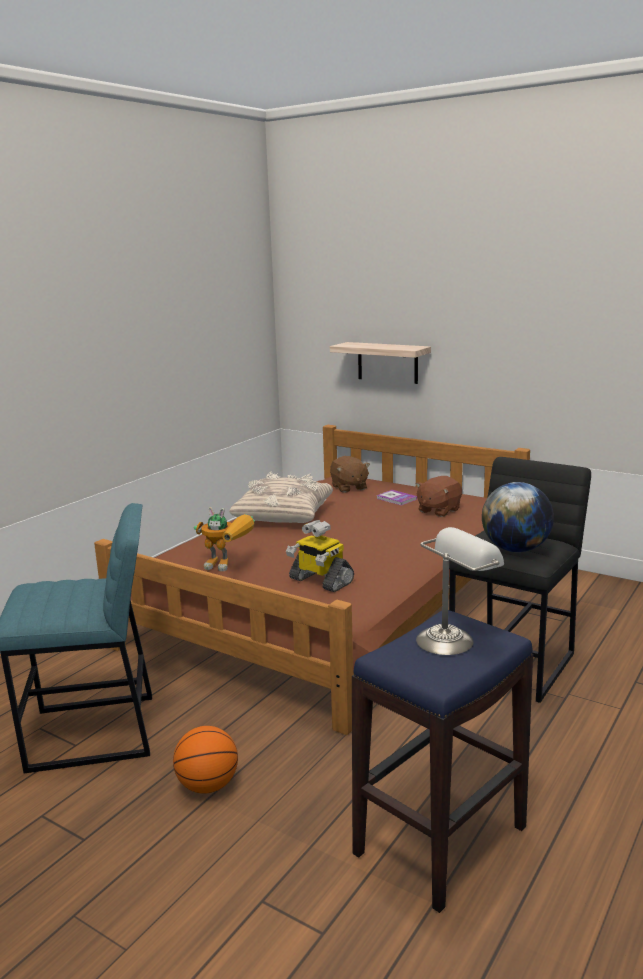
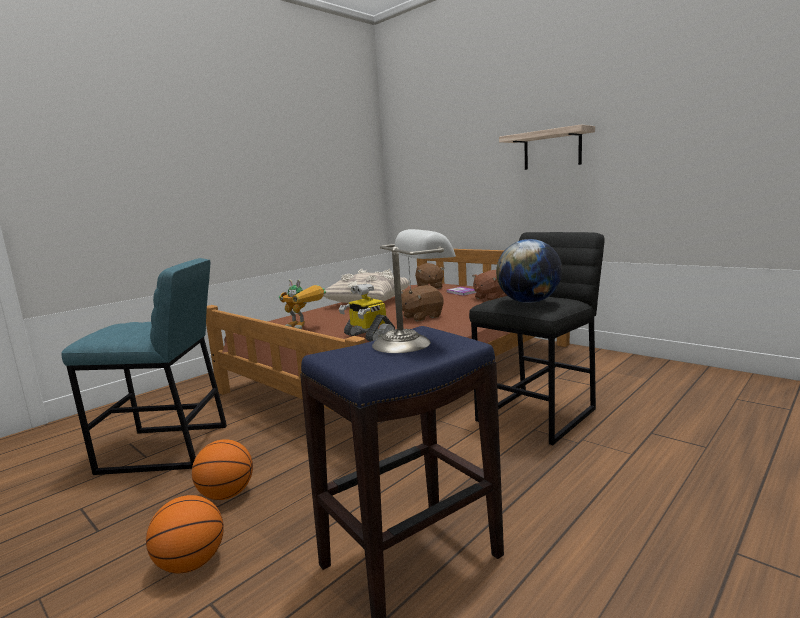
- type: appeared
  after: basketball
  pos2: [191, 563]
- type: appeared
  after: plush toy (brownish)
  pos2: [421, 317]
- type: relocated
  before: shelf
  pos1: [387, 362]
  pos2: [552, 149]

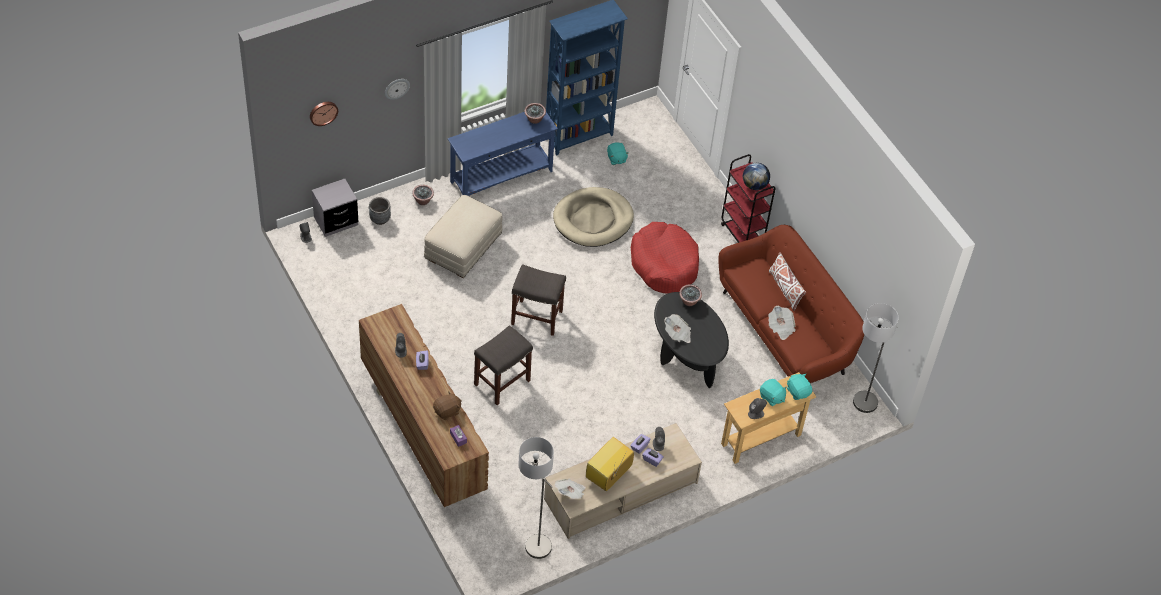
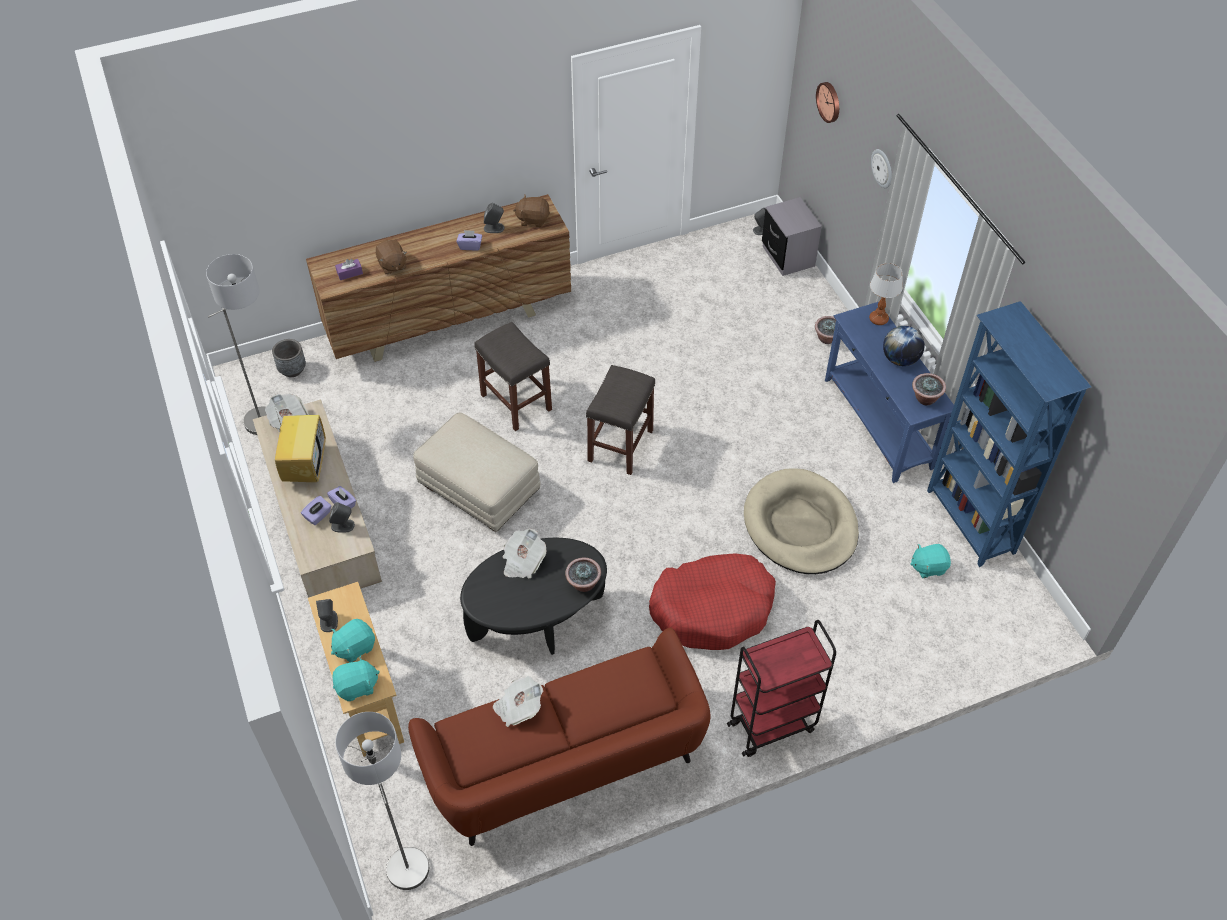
- type: missing
  before: cushion (whitish)
  pos1: [785, 289]
- type: appeared
  after: plush toy (brownish)
  pos2: [533, 219]
- type: appeared
  after: lamp for a table
  pos2: [878, 319]
- type: relocated
  before: planter (grey)
  pos1: [380, 219]
  pos2: [292, 370]
- type: relocated
  before: footrest (beige)
  pos1: [463, 249]
  pos2: [479, 489]
- type: relocated
  before: globe
  pos1: [754, 185]
  pos2: [900, 359]
- type: spun
  before: TV
  pos1: [608, 476]
  pos2: [304, 464]
  turn: 45

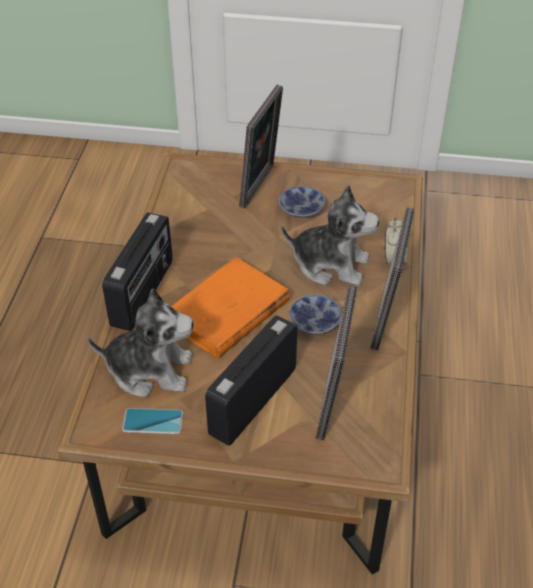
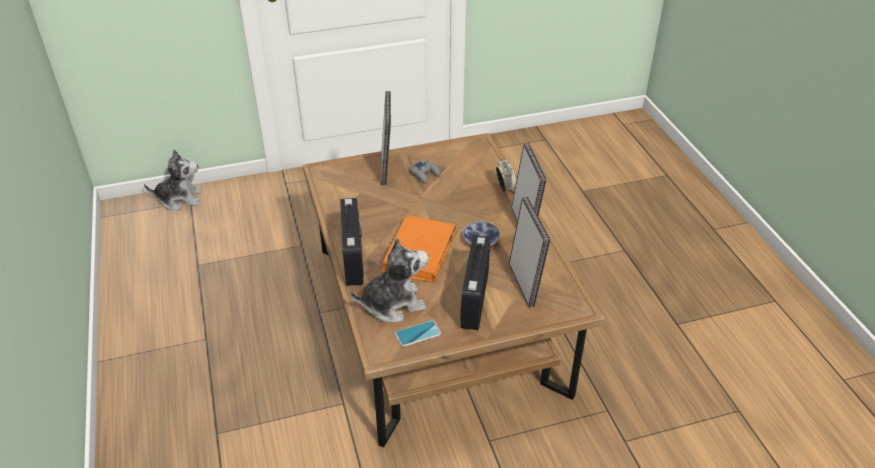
- type: relocated
  before: plush toy
  pos1: [330, 264]
  pos2: [180, 199]
- type: exchanged
  before: deep dish
  after: game controller (grey)
  pos1: [303, 208]
  pos2: [425, 174]

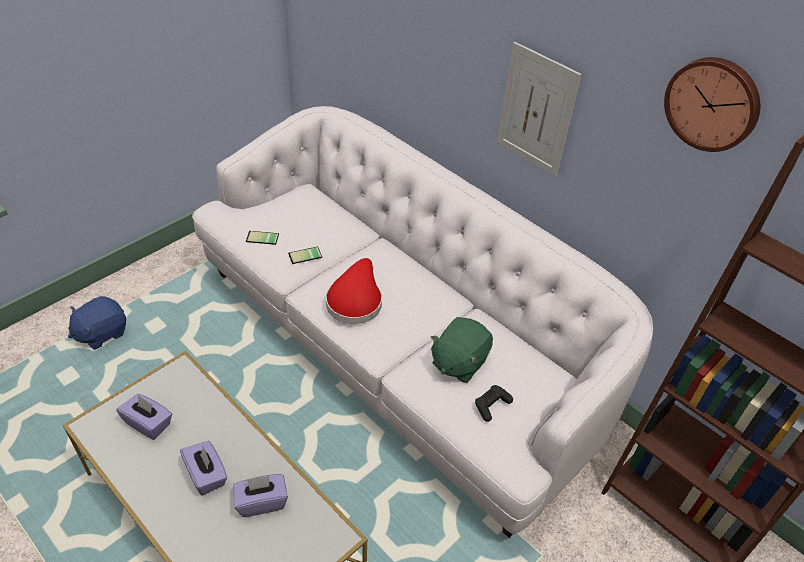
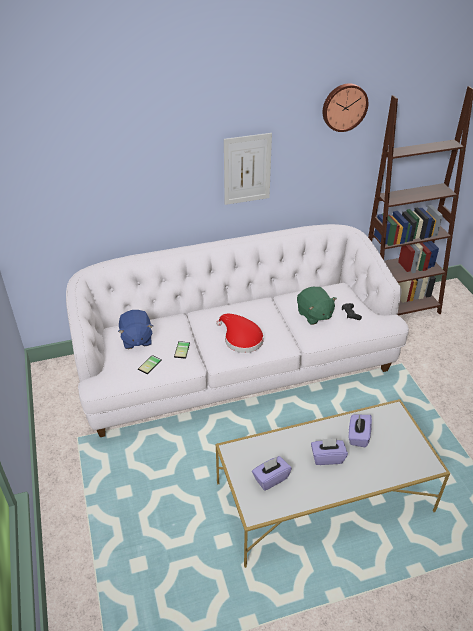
- type: relocated
  before: plush toy (blue)
  pos1: [101, 333]
  pos2: [136, 339]

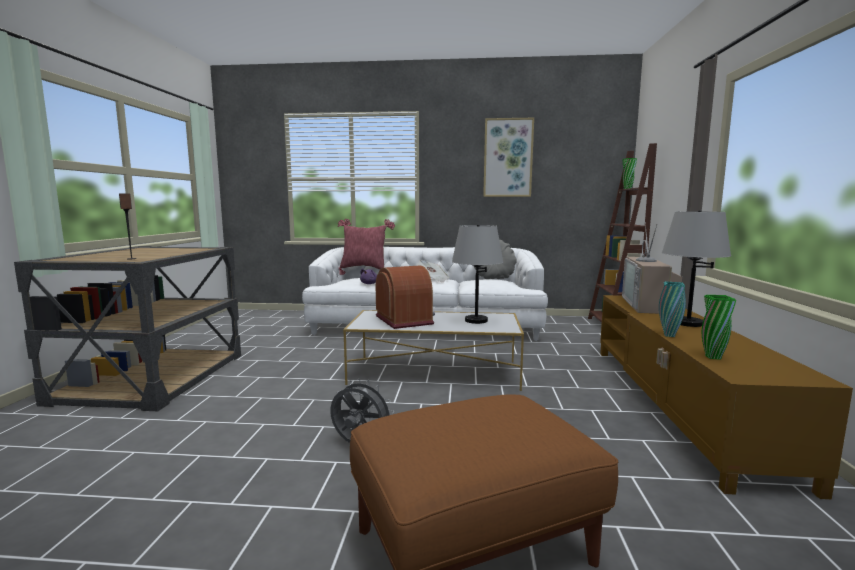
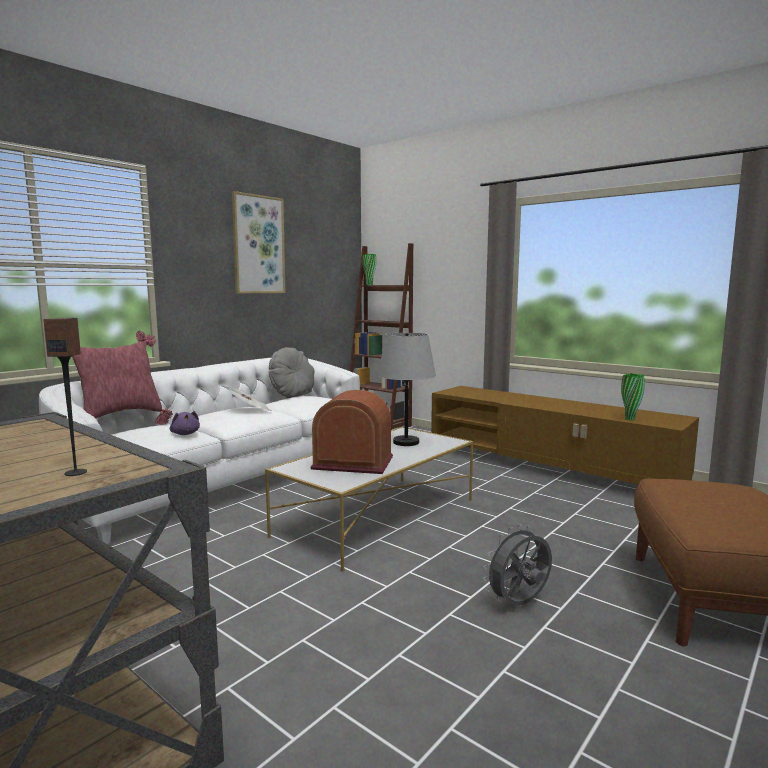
- type: missing
  before: TV
  pos1: [648, 305]
- type: missing
  before: flower vase (blue-green)
  pos1: [669, 335]
- type: missing
  before: lamp for a table (grey)
  pos1: [688, 323]

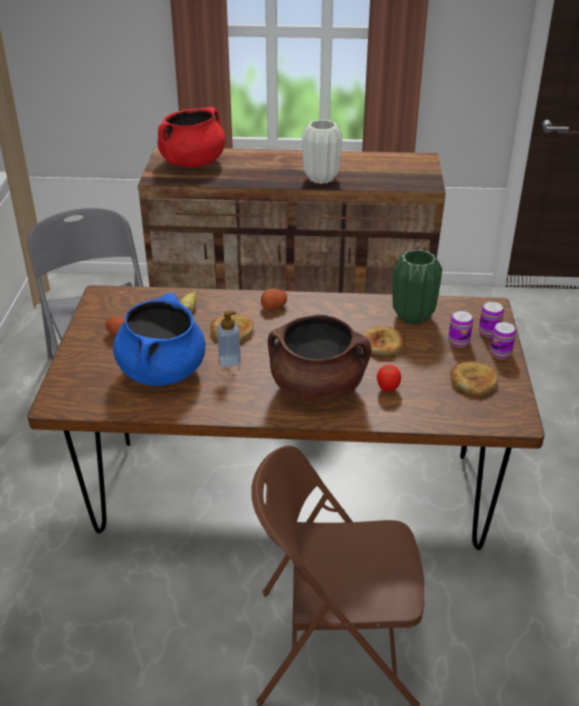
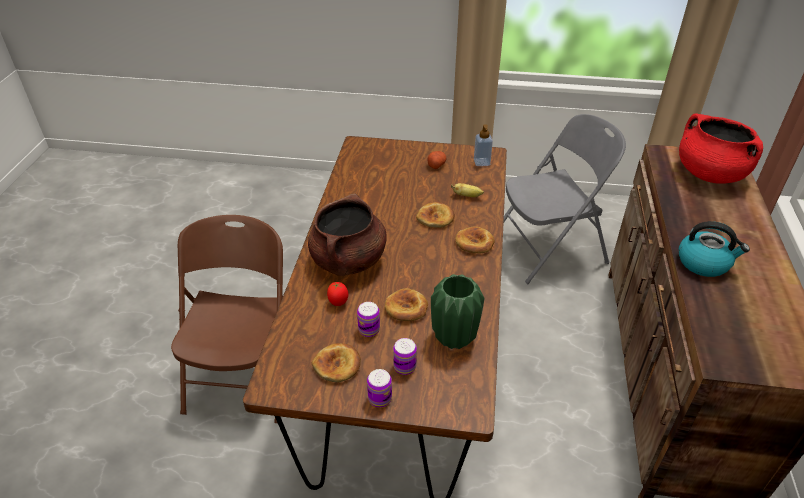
- type: missing
  before: stockpot (blue)
  pos1: [162, 371]
- type: relocated
  before: soap dispenser
  pos1: [229, 361]
  pos2: [481, 162]
- type: relocated
  before: can
  pos1: [489, 332]
  pos2: [369, 329]
- type: exchanged
  before: potato
  after: bread
  pos1: [274, 306]
  pos2: [474, 243]
- type: exchanged
  before: flower vase (whitish)
  after: water kettle
  pos1: [320, 178]
  pos2: [704, 263]

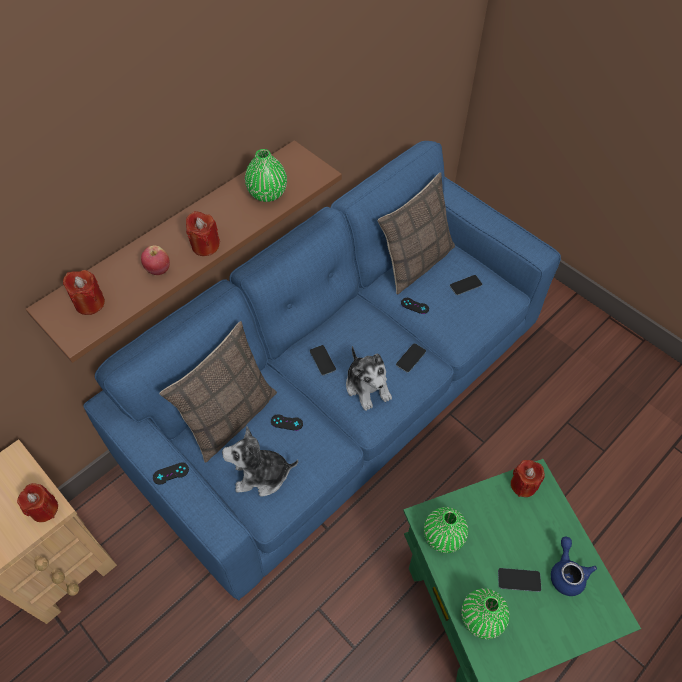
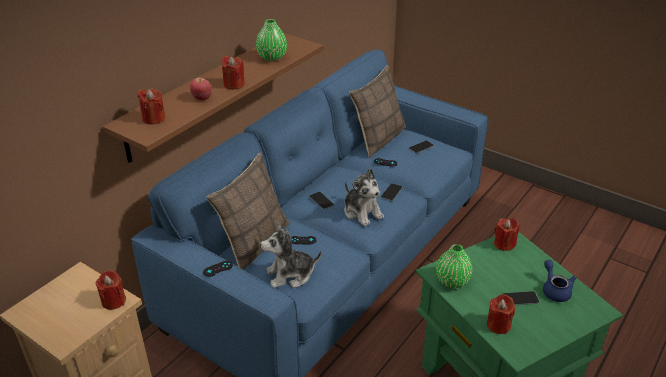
- type: exchanged
  before: flower vase (green-coloured)
  after: candle (red-coloured)
  pos1: [481, 618]
  pos2: [498, 325]

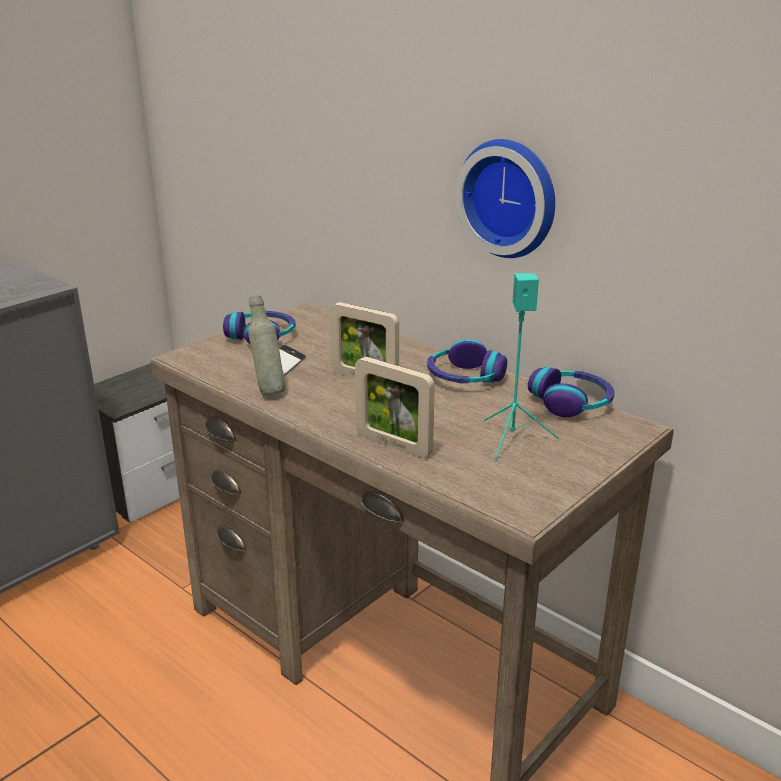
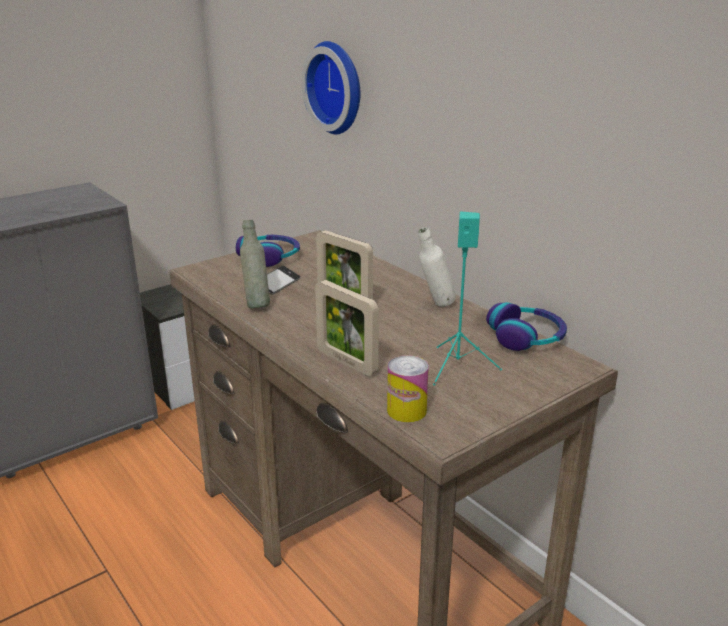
- type: appeared
  after: can
  pos2: [406, 411]
- type: relocated
  before: hanging clock
  pos1: [510, 197]
  pos2: [337, 87]
- type: exchanged
  before: pair of headphones
  after: beverage bottle (whitish)
  pos1: [464, 377]
  pos2: [435, 306]

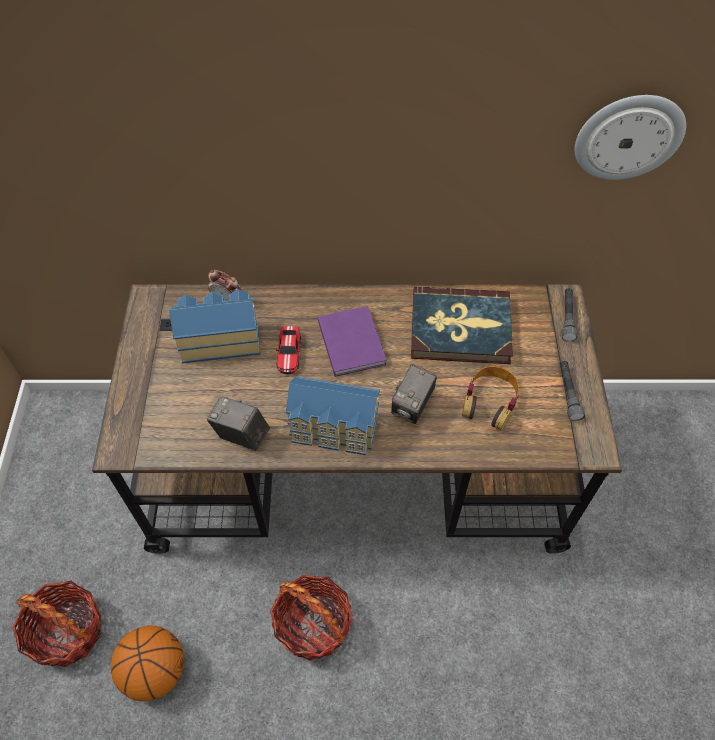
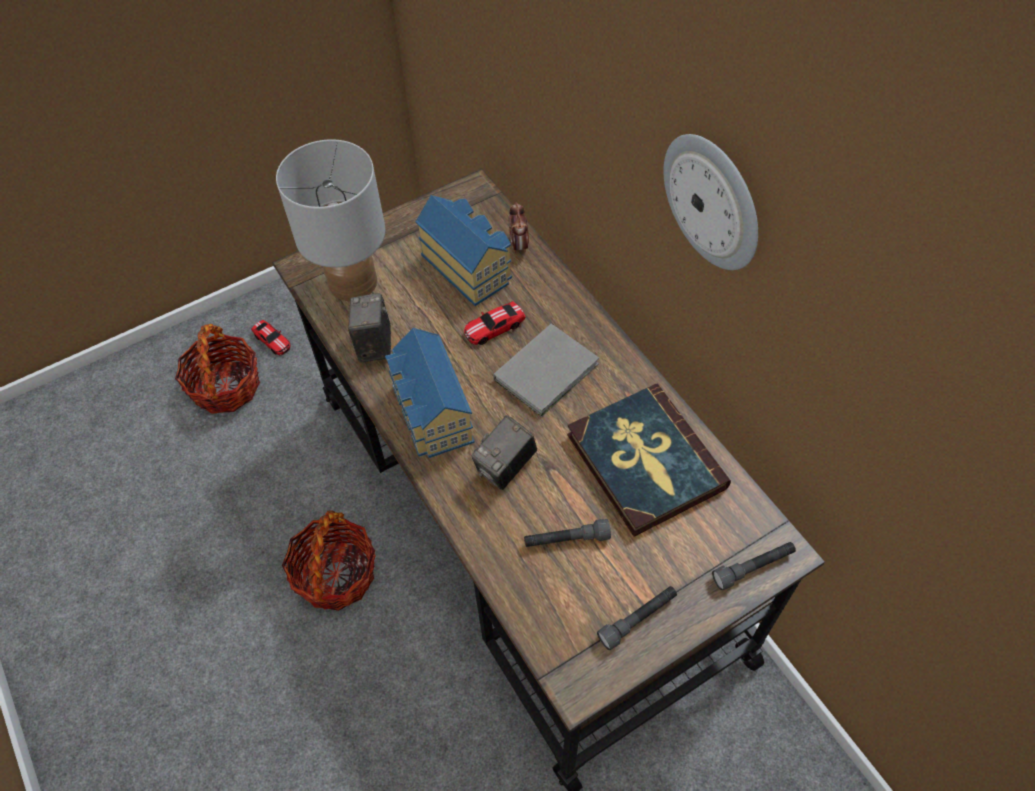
- type: missing
  before: basketball
  pos1: [155, 671]
- type: appeared
  after: model car
  pos2: [272, 340]
- type: appeared
  after: lamp for a table (grey)
  pos2: [354, 283]
- type: relocated
  before: hanging clock
  pos1: [628, 136]
  pos2: [713, 201]
- type: exchanged
  before: pair of headphones
  after: torch (grey)
  pos1: [490, 401]
  pos2: [566, 539]
- type: colour
  before: bound book (purplish)
  after: bound book (grey)
  pos1: [352, 341]
  pos2: [549, 371]
- type: spun
  before: photo camera
  pos1: [412, 406]
  pos2: [506, 467]
  turn: -45

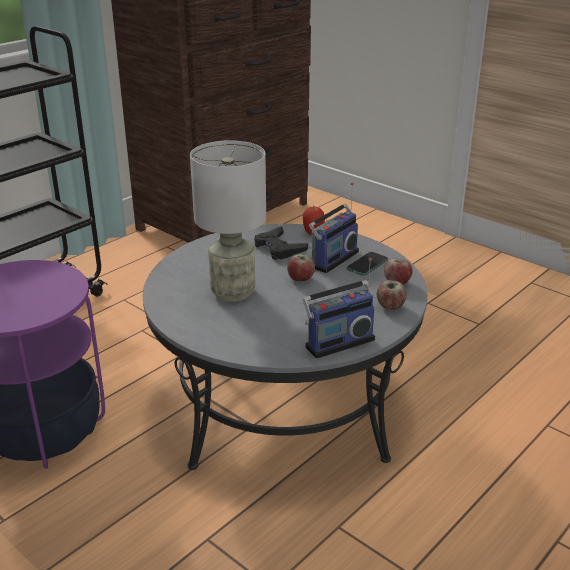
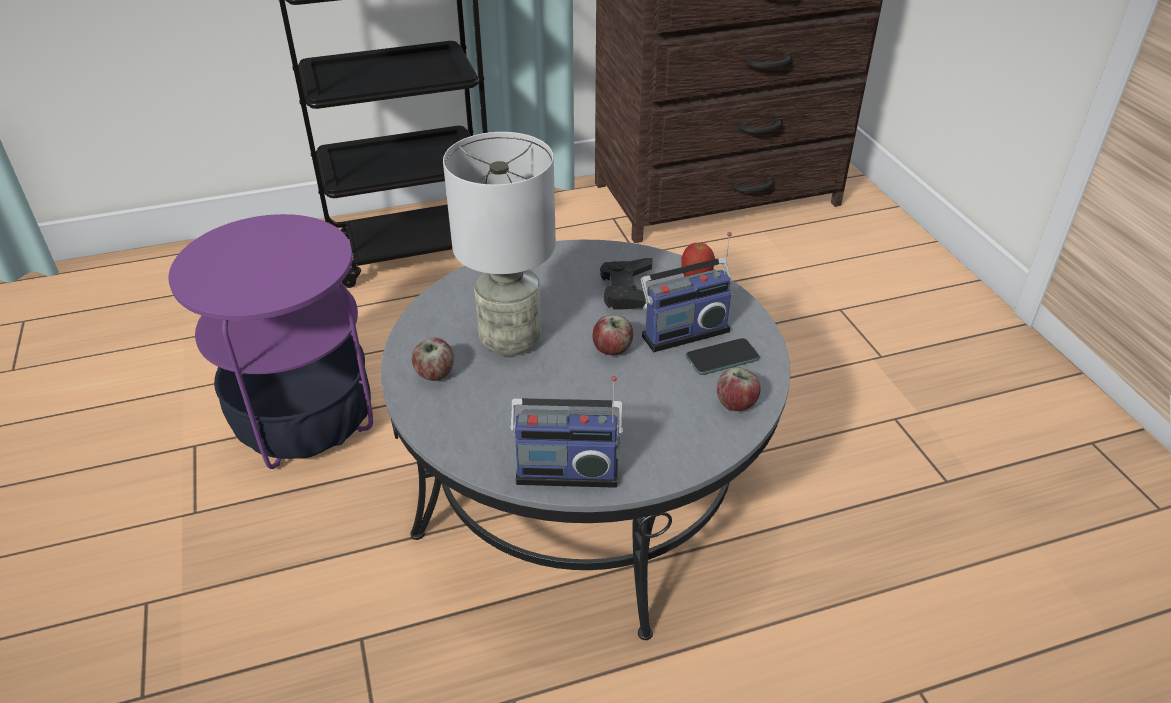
- type: relocated
  before: apple
  pos1: [390, 306]
  pos2: [434, 374]

